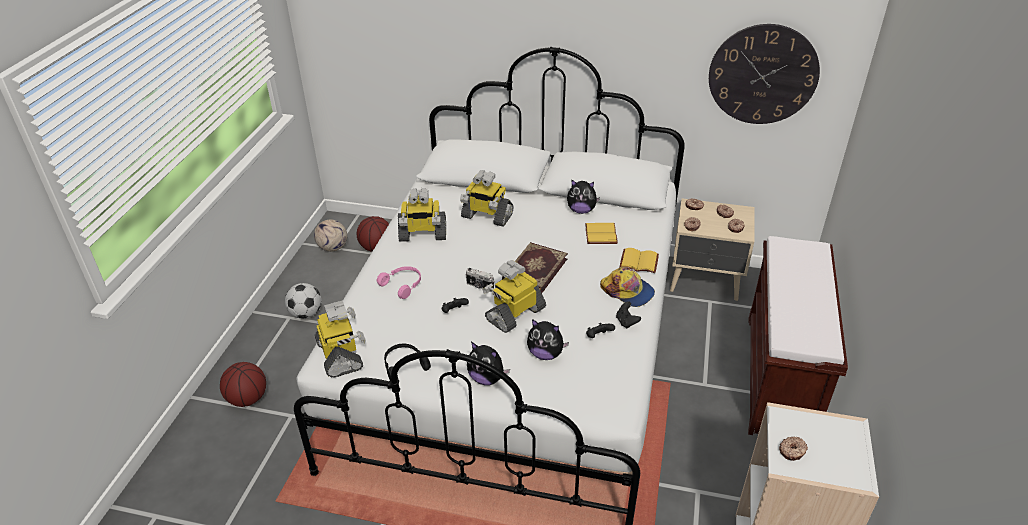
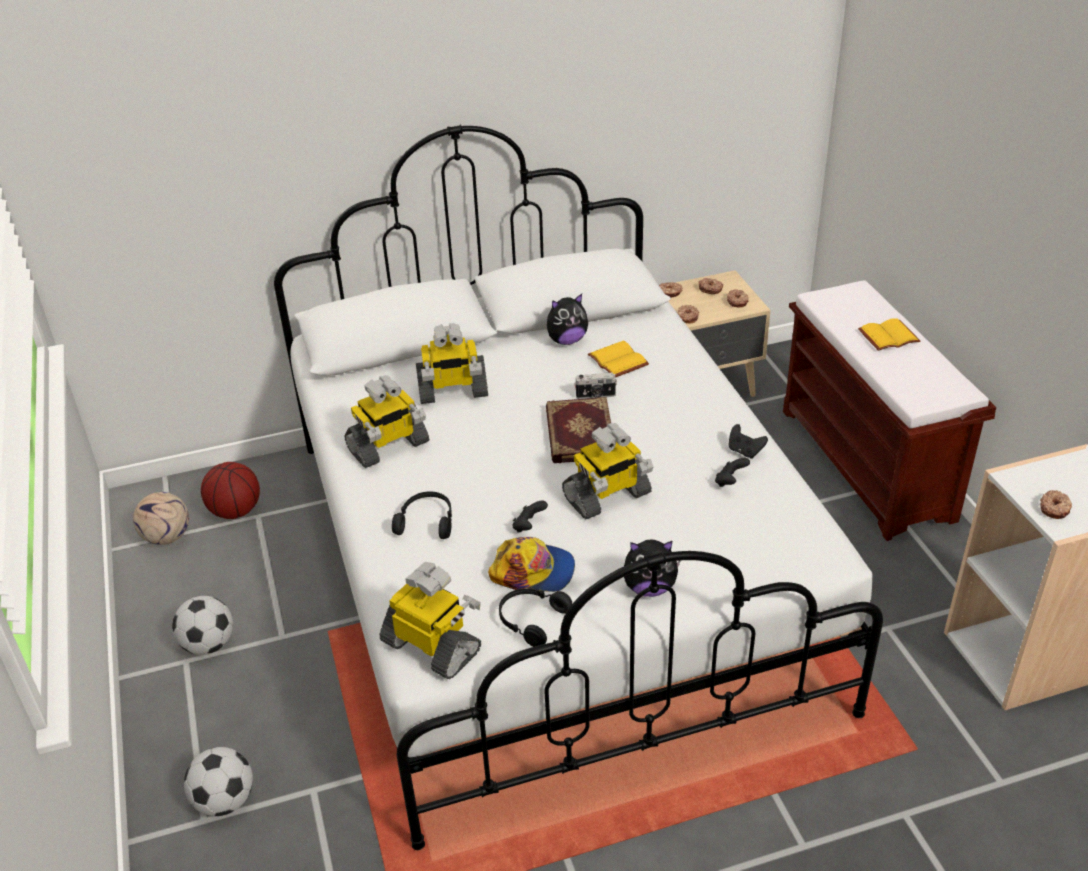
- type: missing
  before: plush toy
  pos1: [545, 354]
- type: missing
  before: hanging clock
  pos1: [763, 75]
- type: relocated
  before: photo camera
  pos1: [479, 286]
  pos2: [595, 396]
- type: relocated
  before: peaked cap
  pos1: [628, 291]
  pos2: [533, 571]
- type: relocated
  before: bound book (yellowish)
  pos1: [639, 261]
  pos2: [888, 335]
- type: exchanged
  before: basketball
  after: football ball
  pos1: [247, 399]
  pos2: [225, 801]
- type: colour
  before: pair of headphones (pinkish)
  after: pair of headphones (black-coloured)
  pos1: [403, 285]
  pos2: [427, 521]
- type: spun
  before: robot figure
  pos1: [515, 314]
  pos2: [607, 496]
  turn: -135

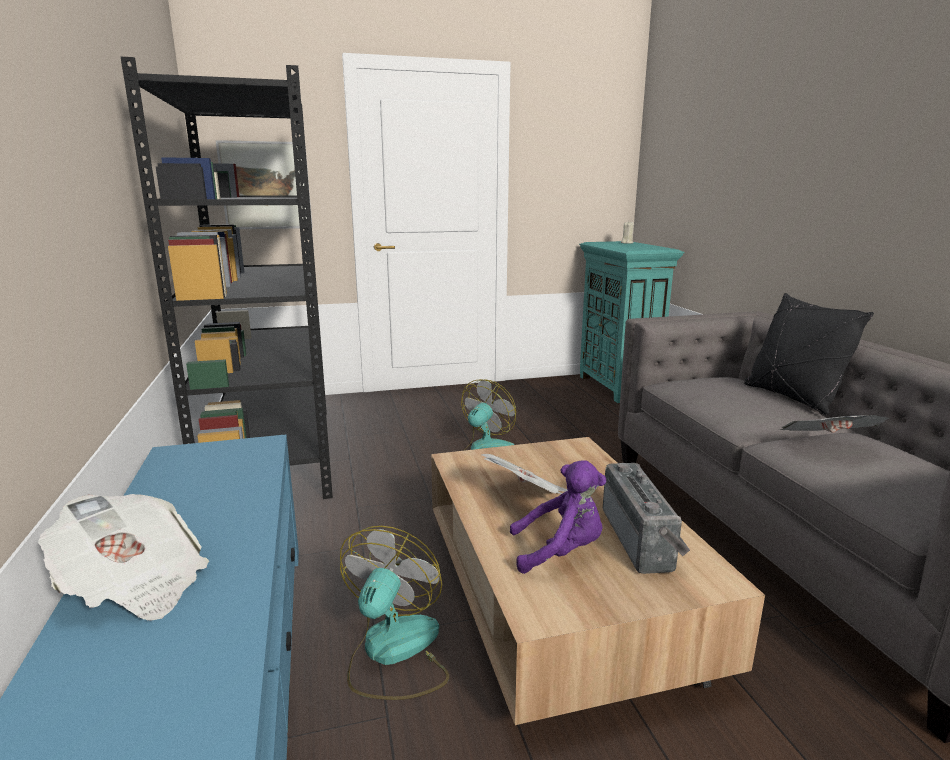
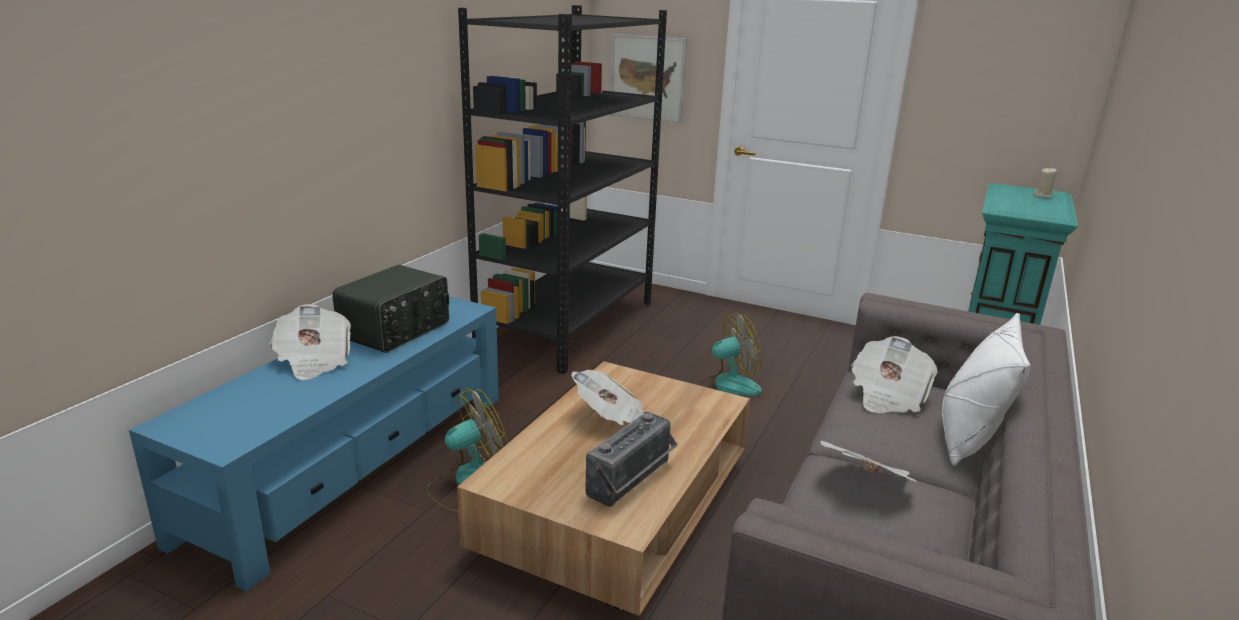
- type: missing
  before: plush toy (purplish)
  pos1: [560, 552]
- type: appeared
  after: radio receiver
  pos2: [396, 330]
- type: appeared
  after: newspaper
  pos2: [887, 396]
- type: colour
  before: cushion (black-coloured)
  after: cushion (whitish)
  pos1: [792, 398]
  pos2: [968, 438]

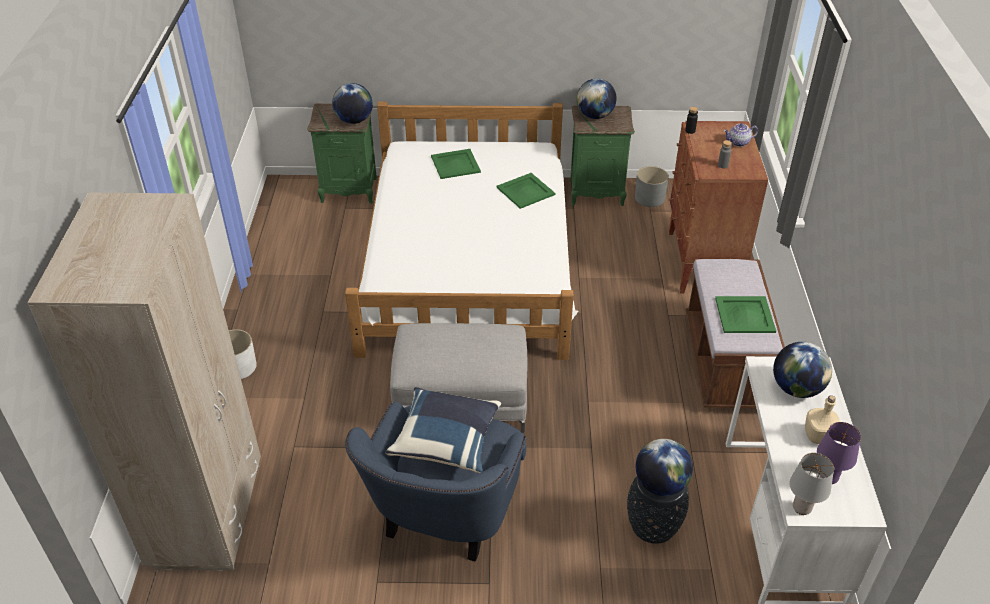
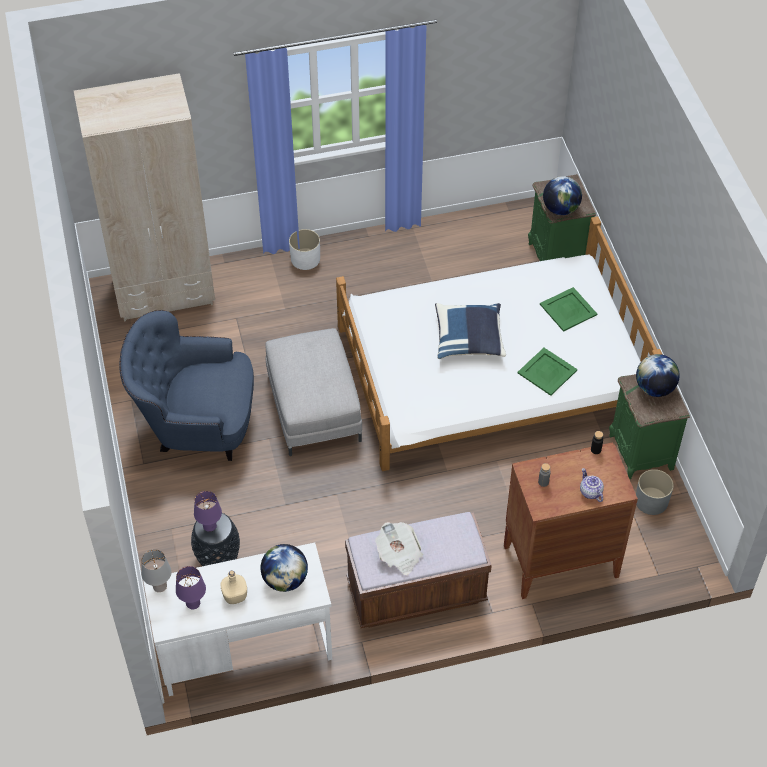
- type: relocated
  before: cushion (blue)
  pos1: [446, 441]
  pos2: [469, 340]
- type: exchanged
  before: globe
  after: lamp for a table (purplish)
  pos1: [660, 484]
  pos2: [210, 526]
- type: exchanged
  before: tray (green-coloured)
  after: newspaper
  pos1: [745, 315]
  pos2: [399, 555]

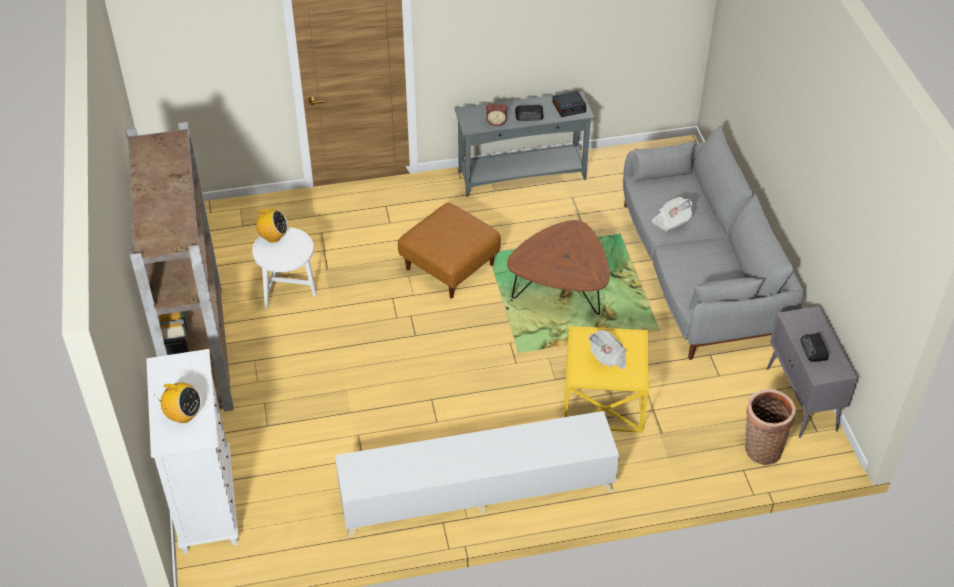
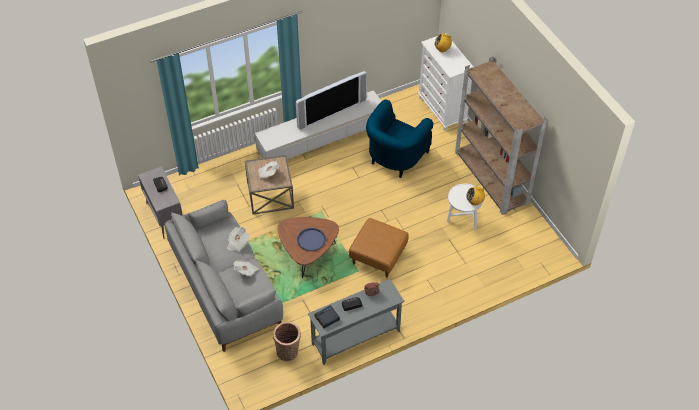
- type: appeared
  after: newspaper
  pos2: [237, 243]
- type: appeared
  after: TV
  pos2: [330, 112]
- type: appeared
  after: tray (blue)
  pos2: [311, 240]
- type: appeared
  after: easy chair (blue)
  pos2: [396, 158]
- type: relocated
  before: basket
  pos1: [761, 448]
  pos2: [288, 353]
- type: colour
  before: side table (yellowish)
  after: side table (brownish)
  pos1: [604, 400]
  pos2: [270, 195]

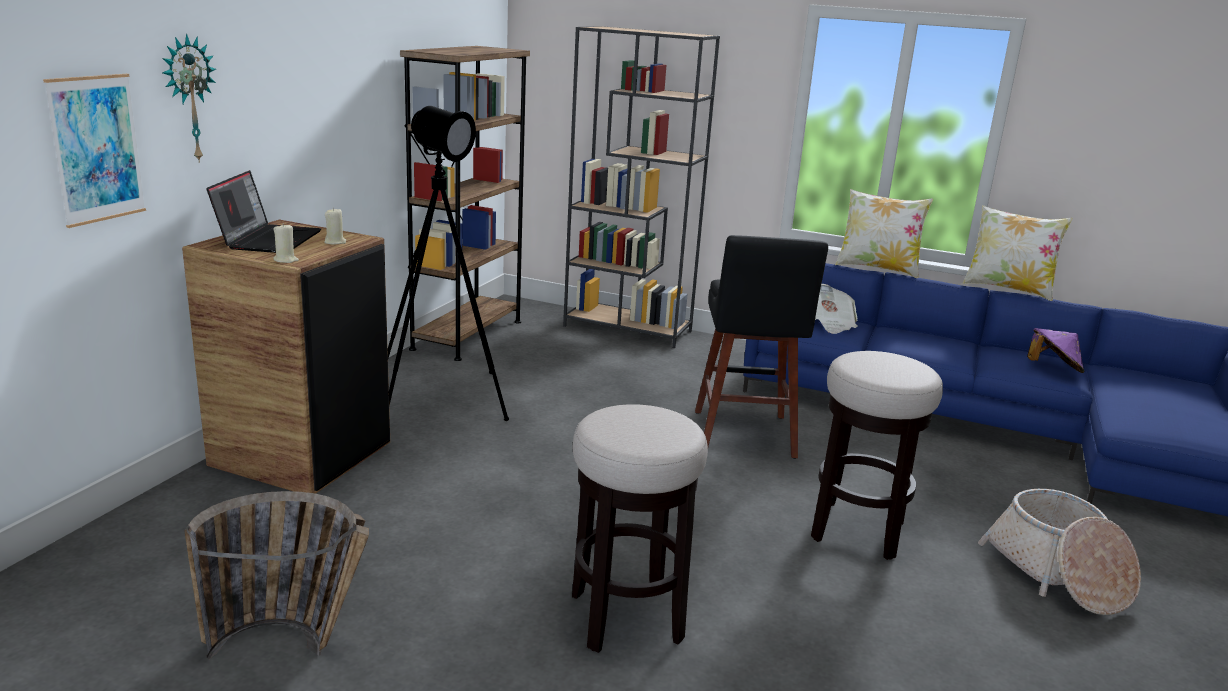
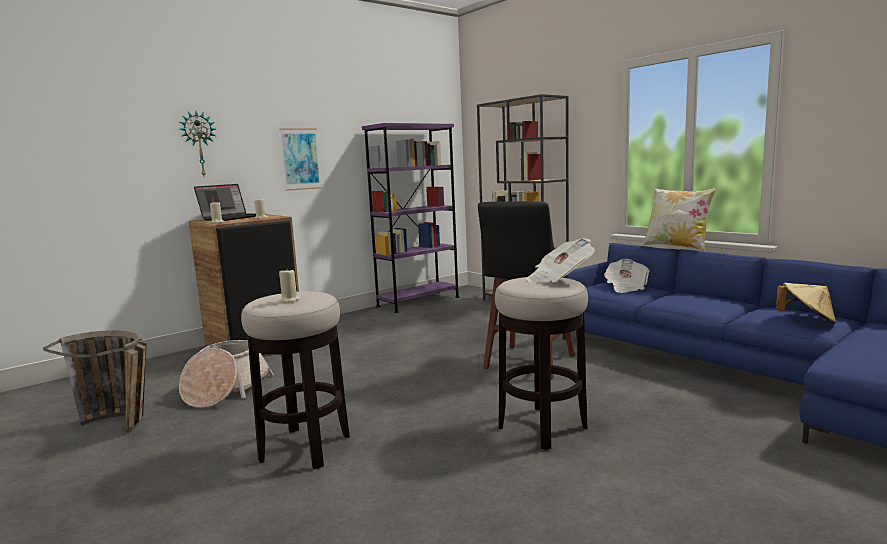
- type: missing
  before: standing lamp (black-coloured)
  pos1: [441, 399]
- type: missing
  before: cushion
  pos1: [1008, 289]
- type: appeared
  after: candle (beige)
  pos2: [290, 300]
- type: appeared
  after: newspaper
  pos2: [559, 279]
- type: relocated
  before: wall picture
  pos1: [96, 149]
  pos2: [300, 159]
- type: relocated
  before: basket
  pos1: [1058, 574]
  pos2: [226, 390]
- type: colour
  before: bookcase (brownish)
  after: bookcase (purplish)
  pos1: [467, 335]
  pos2: [418, 302]
- type: colour
  before: clothing hat (purplish)
  after: clothing hat (beige)
  pos1: [1053, 368]
  pos2: [806, 320]

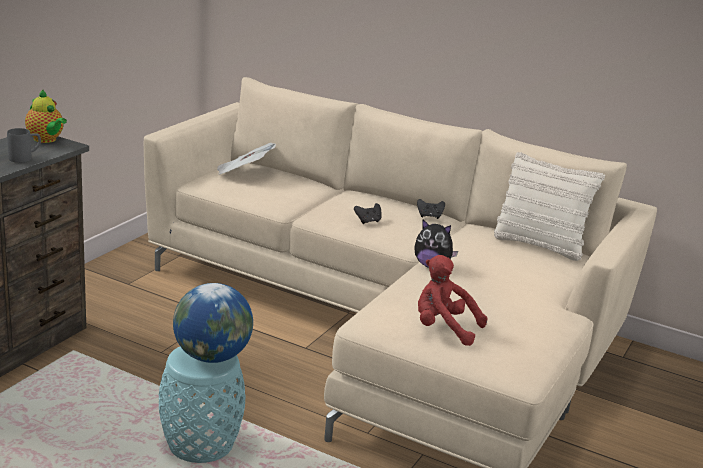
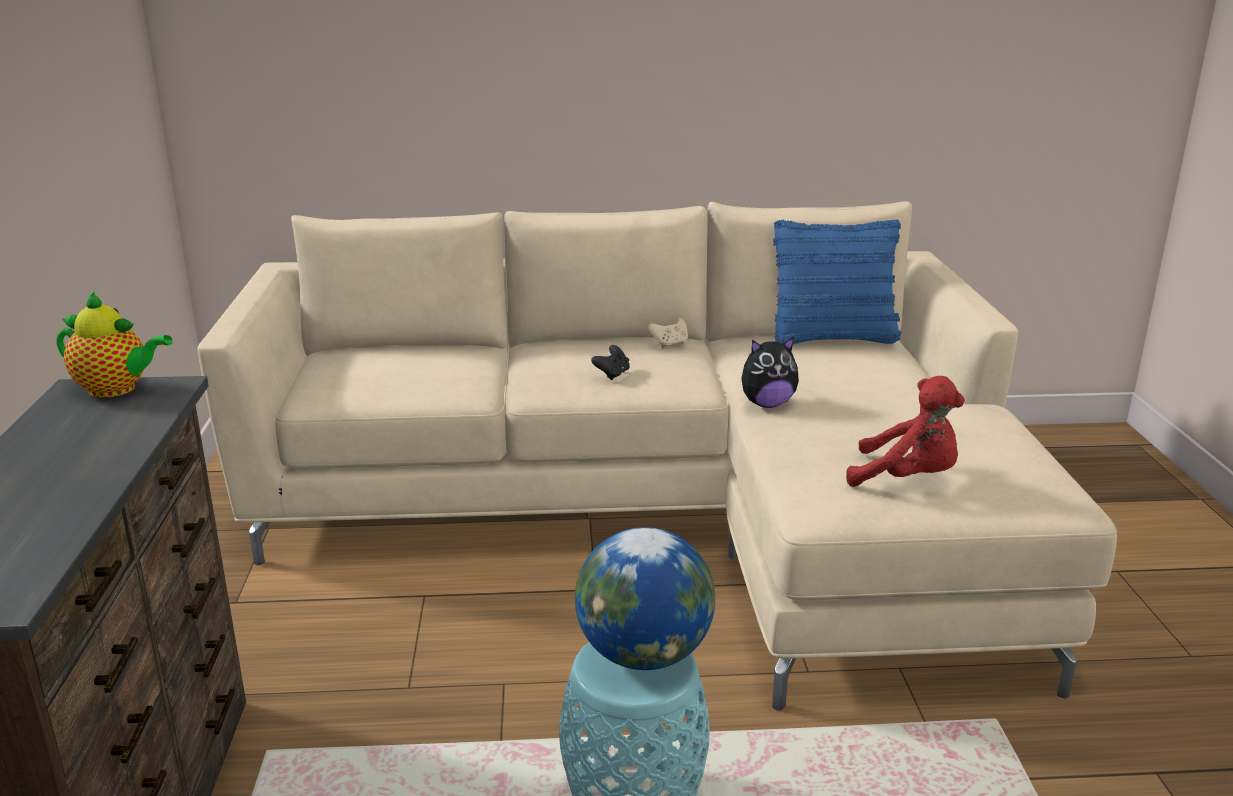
- type: missing
  before: coffee mug (grey)
  pos1: [25, 158]
- type: missing
  before: newspaper
  pos1: [243, 174]
- type: colour
  before: game controller (black-coloured)
  after: game controller (beige)
  pos1: [429, 216]
  pos2: [670, 344]
- type: colour
  before: cushion (beige)
  after: cushion (blue)
  pos1: [540, 246]
  pos2: [832, 339]
- type: spun
  before: plush toy (red-coloured)
  pos1: [443, 328]
  pos2: [907, 479]
  turn: -150

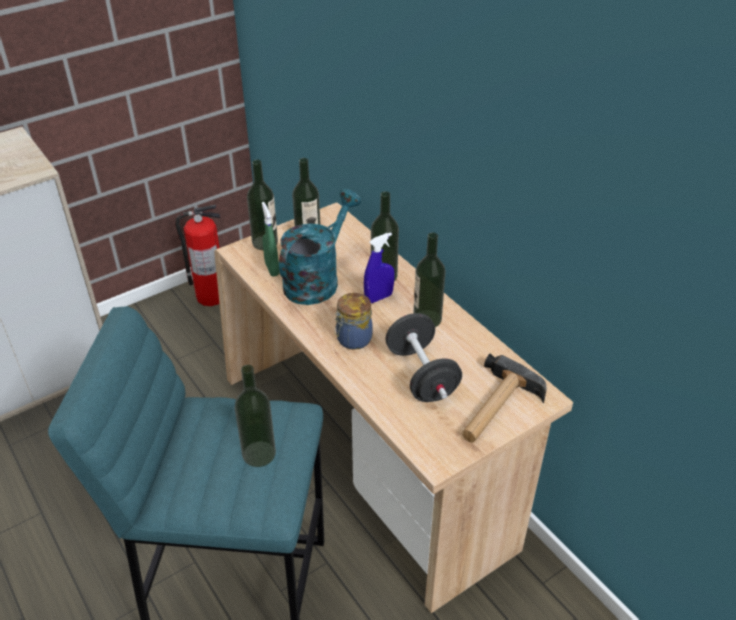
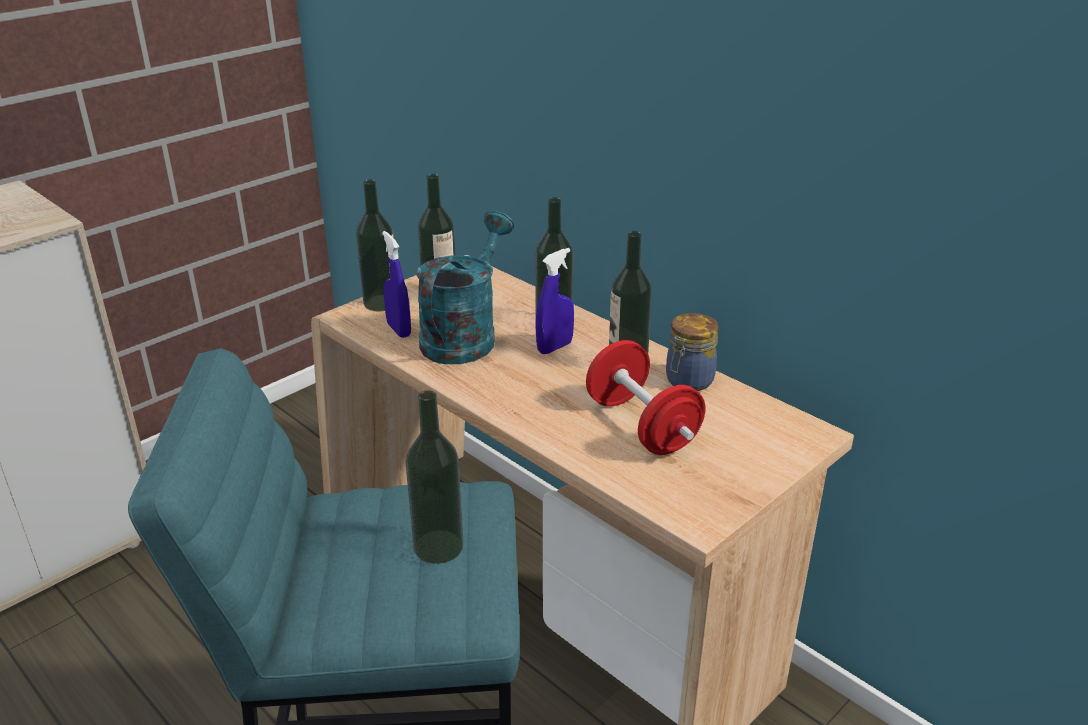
- type: missing
  before: fire extinguisher
  pos1: [210, 296]
- type: missing
  before: hammer
  pos1: [496, 408]
- type: relocated
  before: preserve jar
  pos1: [352, 340]
  pos2: [688, 381]
- type: colour
  before: hand sprayer (green-coloured)
  after: hand sprayer (blue)
  pos1: [272, 269]
  pos2: [399, 330]
- type: colour
  before: free weight (black-coloured)
  after: free weight (red-coloured)
  pos1: [421, 375]
  pos2: [642, 426]

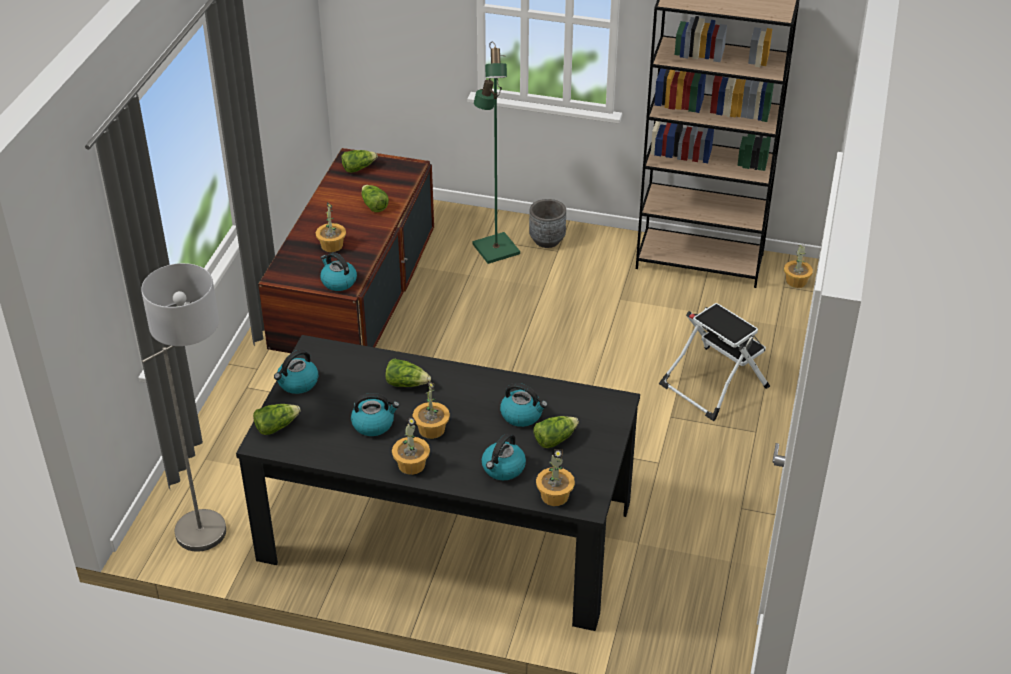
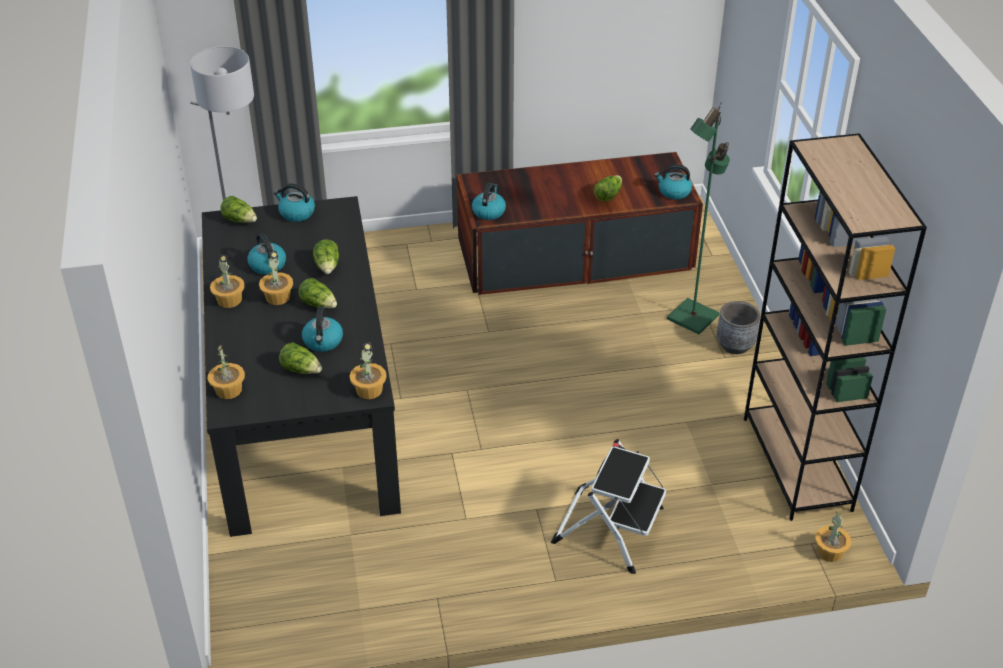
- type: relocated
  before: potted plant
  pos1: [331, 245]
  pos2: [369, 390]
- type: relocated
  before: head of lettuce
  pos1: [358, 168]
  pos2: [319, 304]
- type: relocated
  before: water kettle
  pos1: [503, 468]
  pos2: [673, 192]

